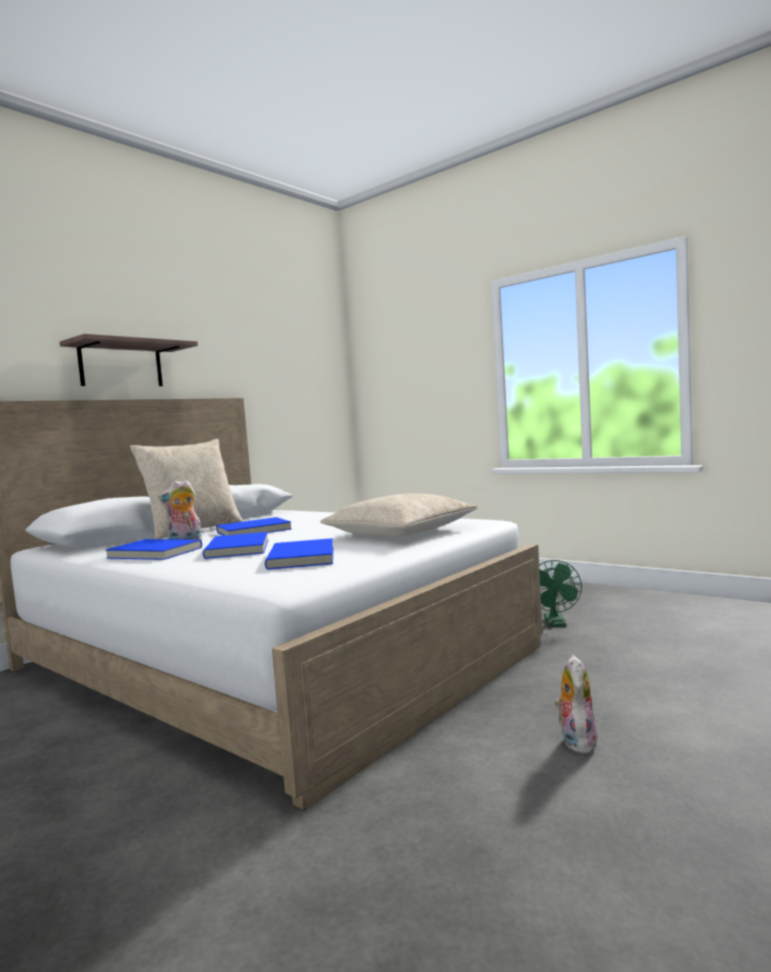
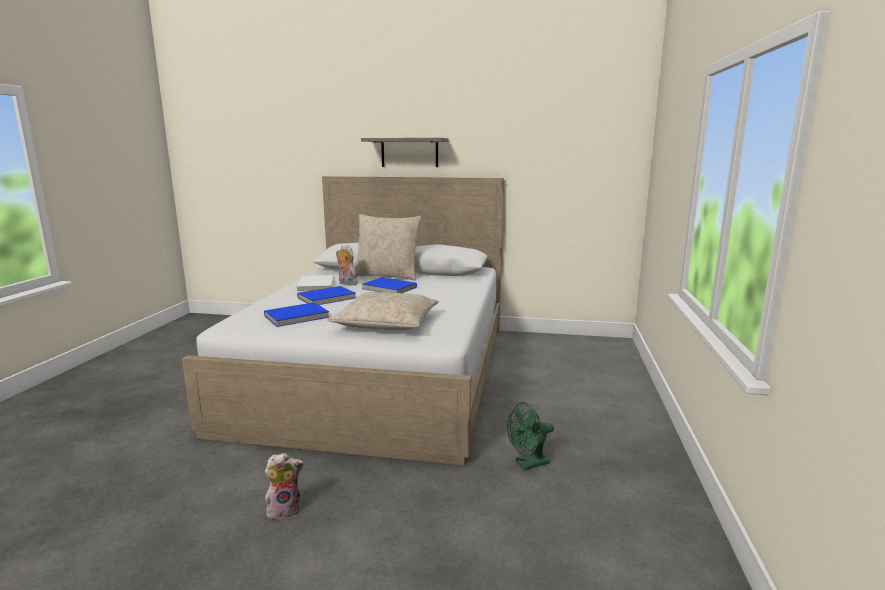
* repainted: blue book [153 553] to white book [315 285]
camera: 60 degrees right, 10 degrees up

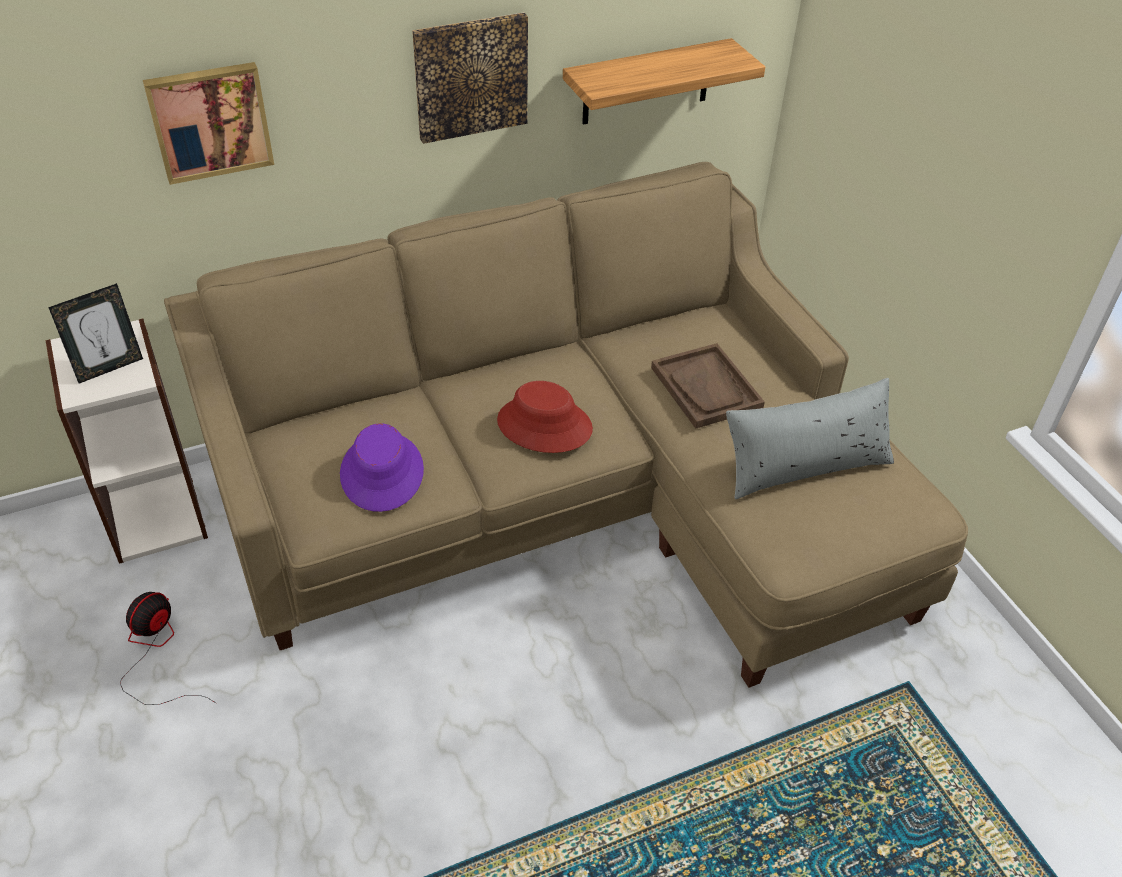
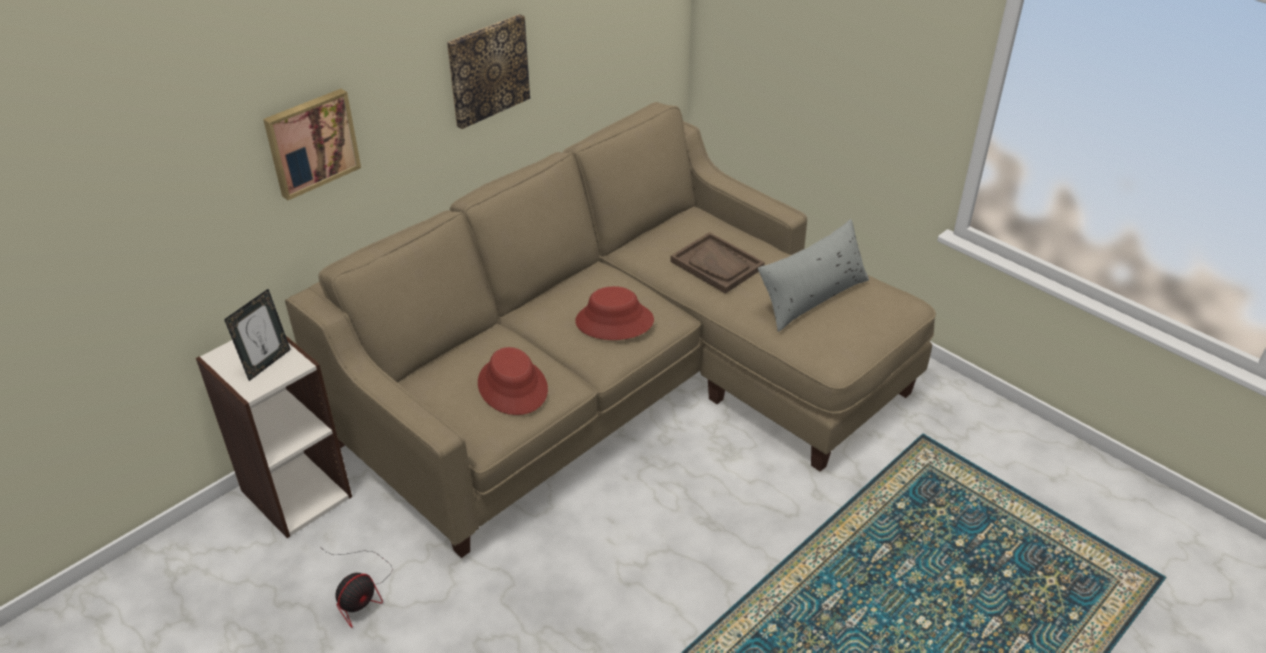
* gone: shelf [646 82]
* repainted: purple hat [382 472] to red hat [513 386]
* rotated: fan [156 653] = [361 592] 150 degrees counterclockwise
camera: 20 degrees left, 5 degrees down

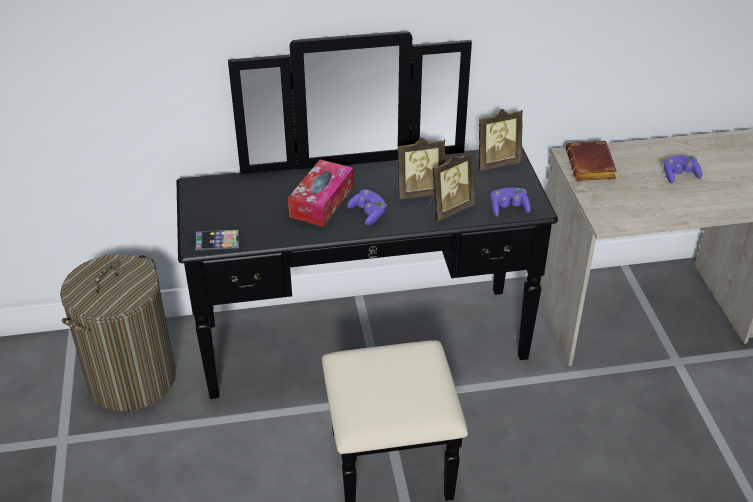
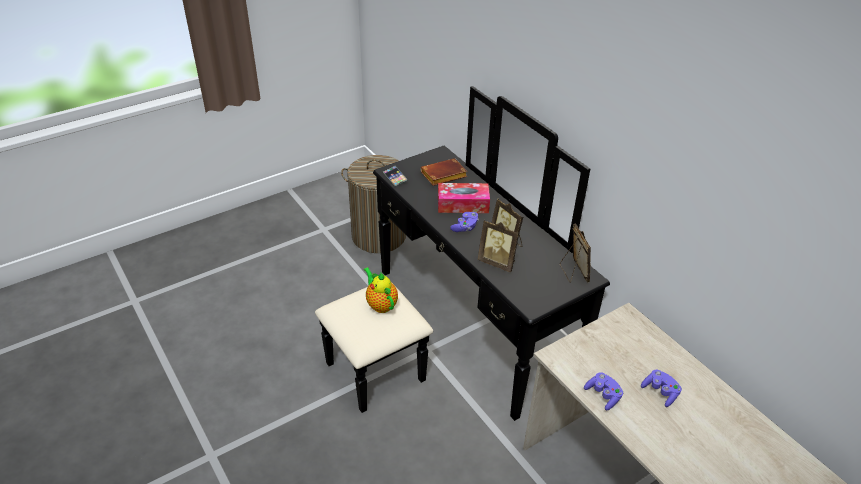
* new: teapot [381 304]
* shifted: purple game controller [508 208] to [603 395]
* shifted: brown book [592 167] to [443 176]
* rotated: picture frame [495 162] = [573 272] 150 degrees counterclockwise
camera: 65 degrees right, 0 degrees up

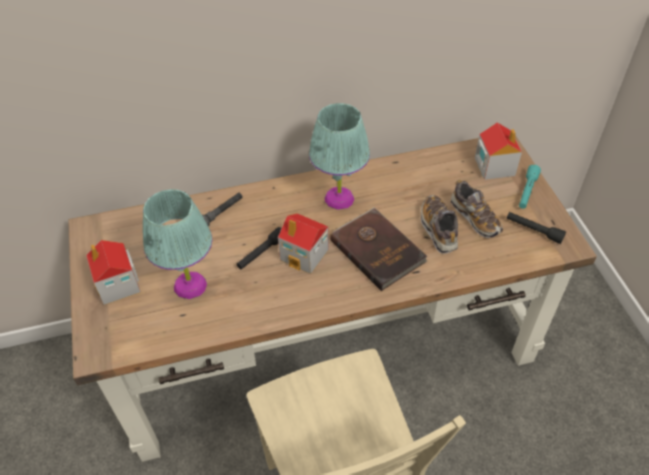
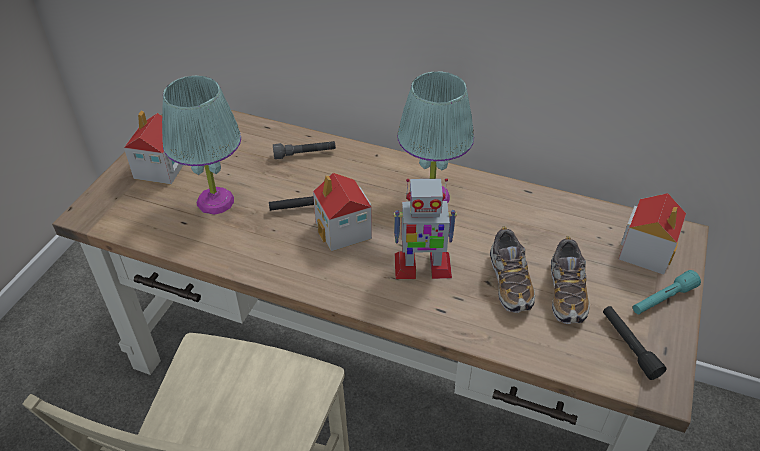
* swapped: brown book [378 250] to toy robot [422 266]
* rotated: shoe [438 229] = [510 282] 150 degrees clockwise
camera: 35 degrees right, 5 degrees down

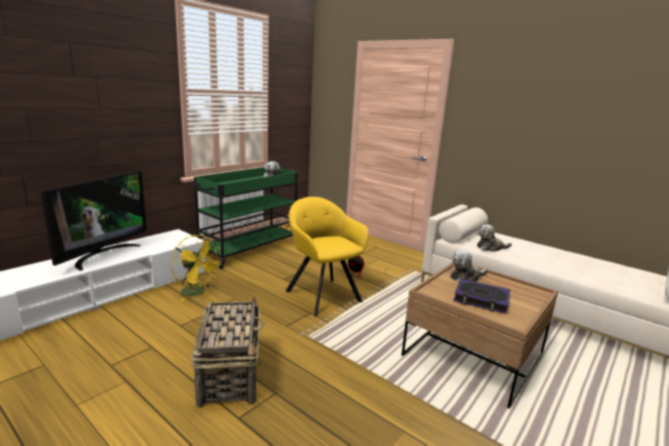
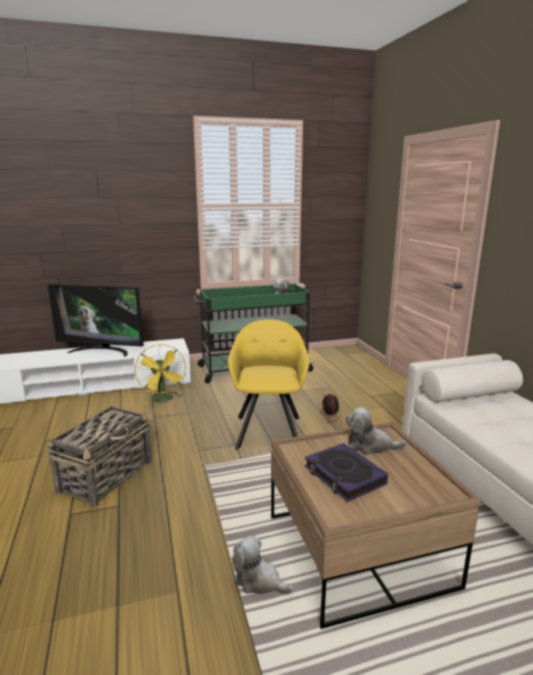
* shifted: plush toy [490 248] to [259 581]
* rotated: television [102 255] = [102 351] 45 degrees clockwise
camera: 35 degrees right, 0 degrees up

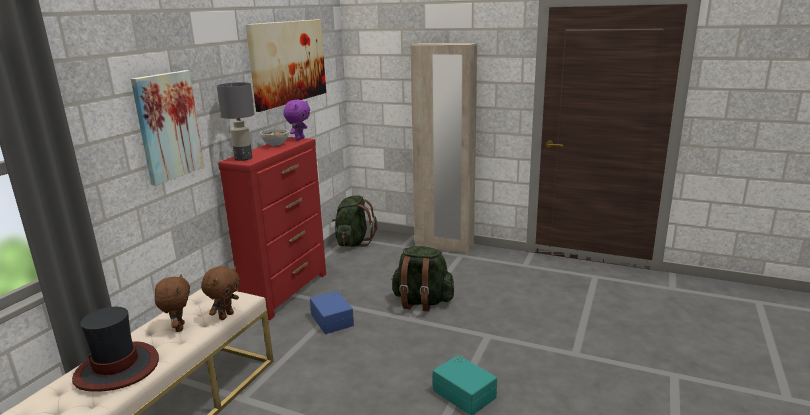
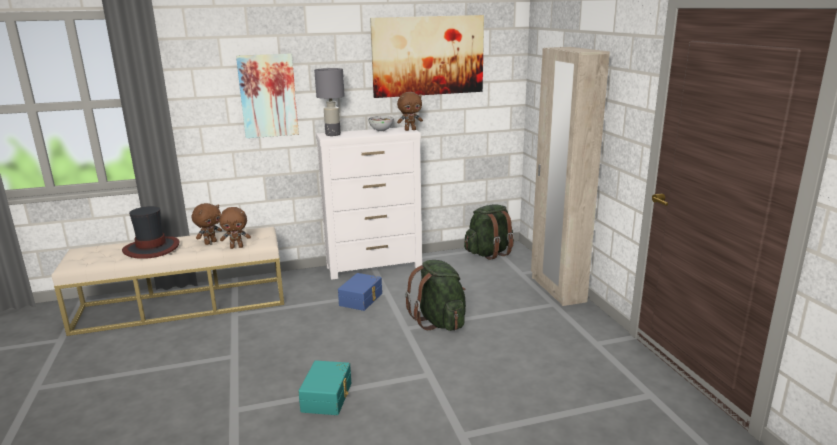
* repainted: red dresser [287 292] to white dresser [375 267]
* repainted: purple plush toy [299 139] to brown plush toy [410 130]
camera: 50 degrees right, 0 degrees up

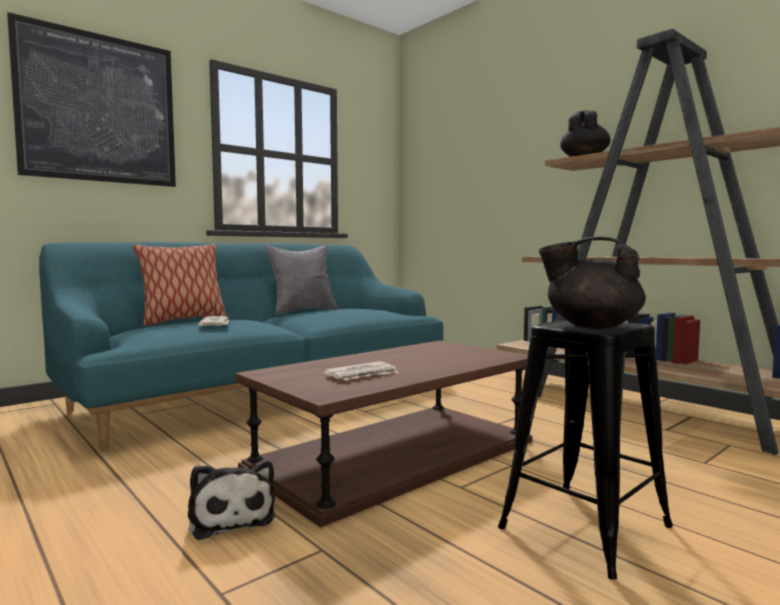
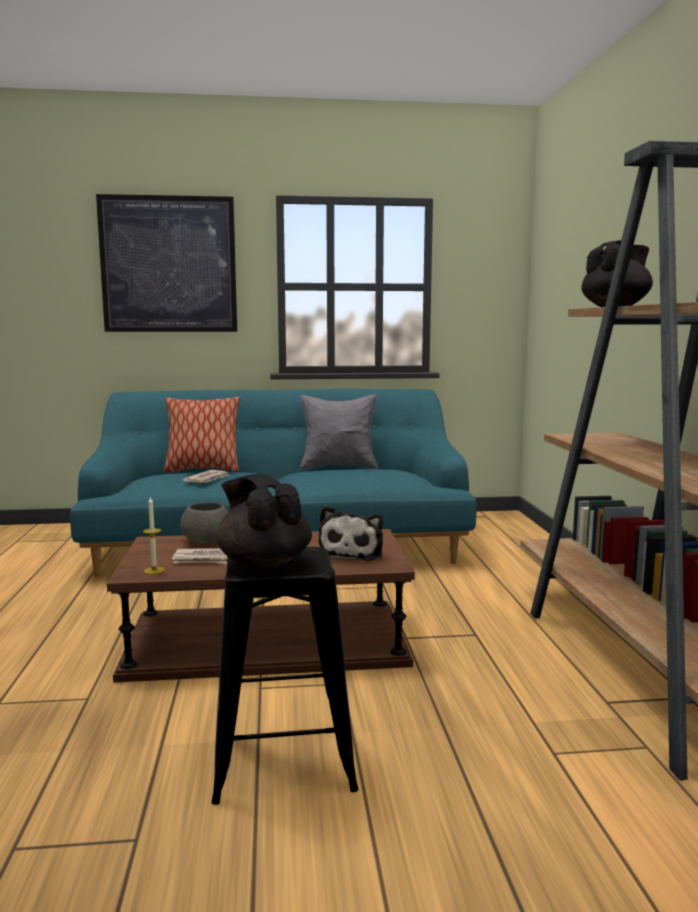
* new: candle [154 570]
* new: grey bowl [207 541]
* shifted: plush toy [231 517] to [352 552]
camera: 35 degrees right, 5 degrees up

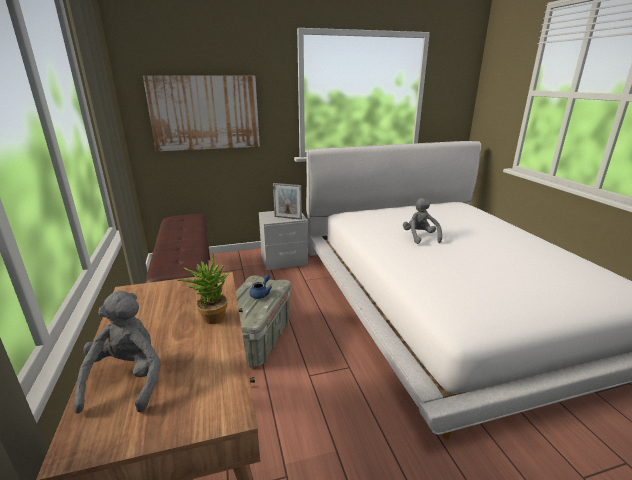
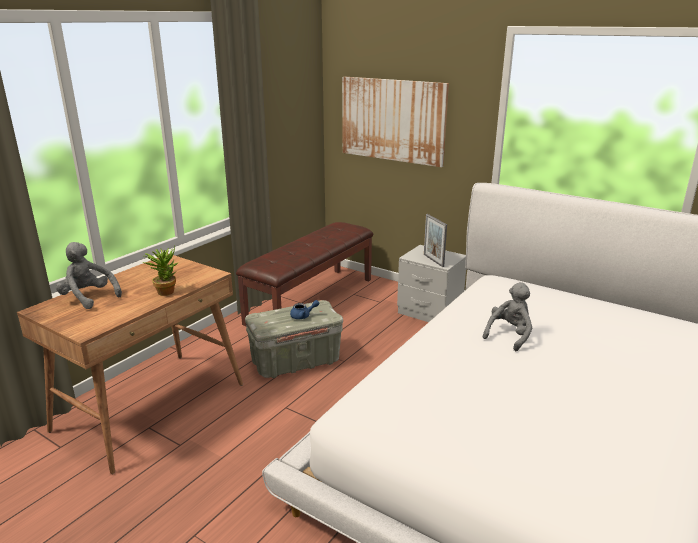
* rotated: grey plush toy [127 380] = [88 298] 105 degrees counterclockwise
camera: 50 degrees right, 0 degrees up

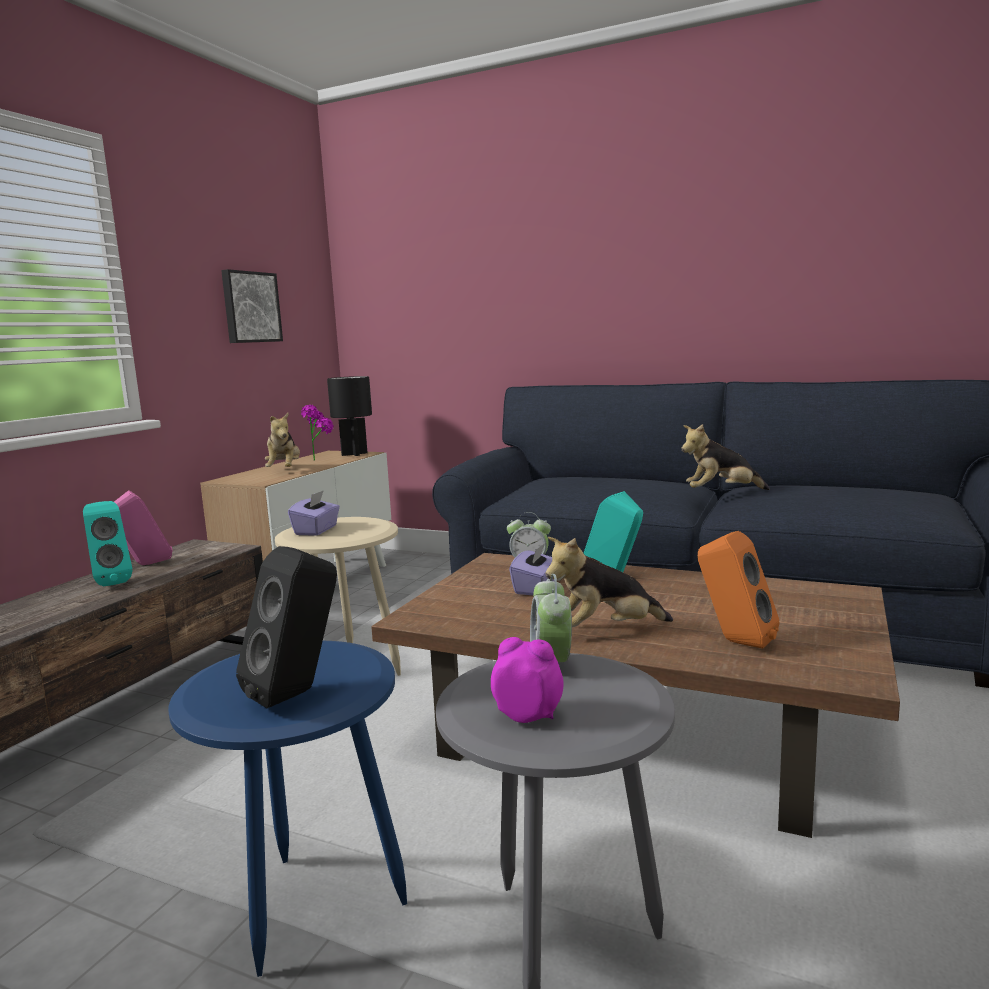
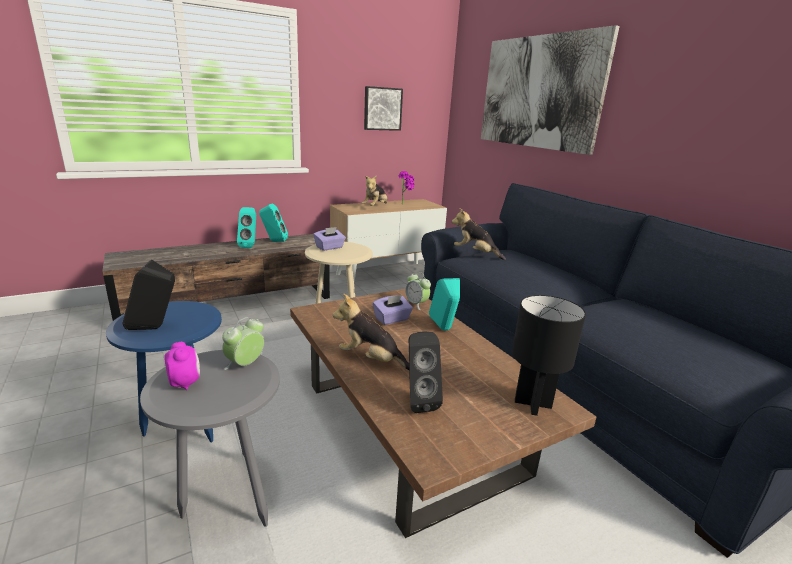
* new: picture [539 92]
* shifted: black table lamp [354 454] to [533 403]
* shifted: plush toy [721 493] to [475 253]
* repainted: pink speaker [145 565] to turquoise speaker [274 241]
* repainted: orange speaker [734 641] to black speaker [418 401]
camera: 35 degrees right, 10 degrees up

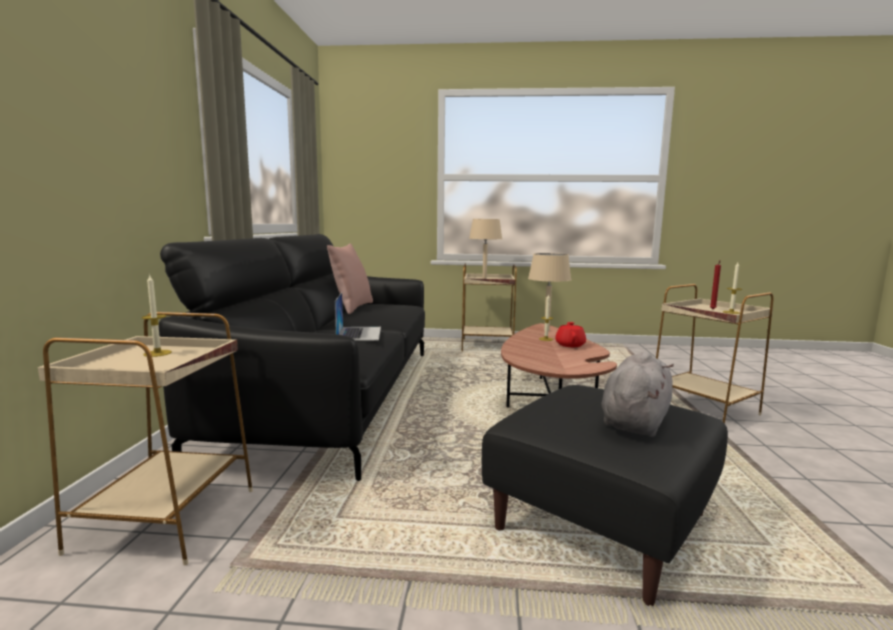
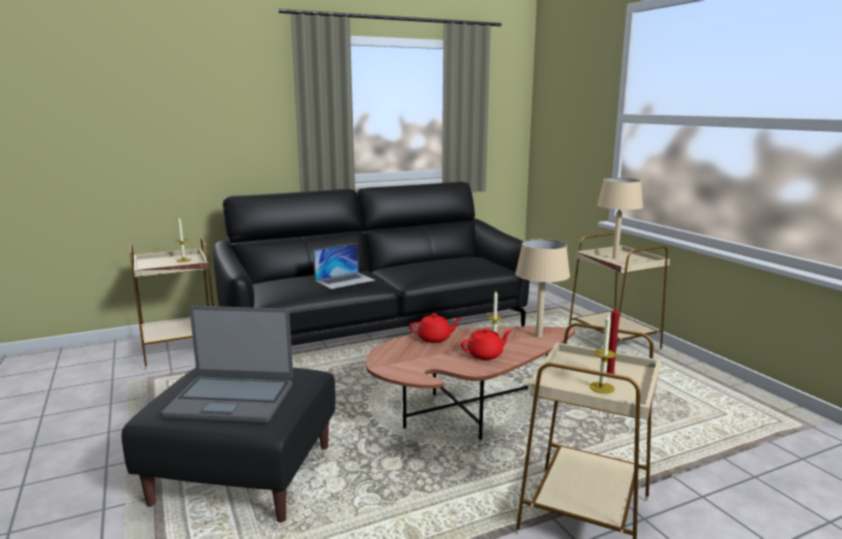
* gone: pink pillow [352 308]
* new: red teapot [435 338]
* swapped: grey plush toy [635 421] to laptop [232 400]
camera: 60 degrees right, 5 degrees up

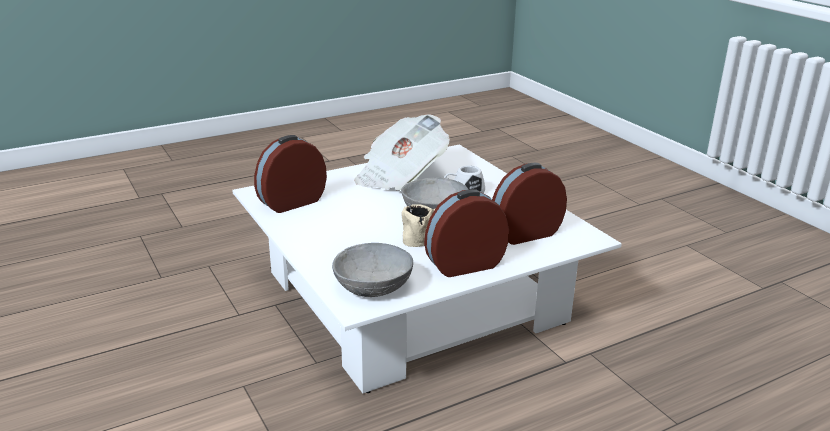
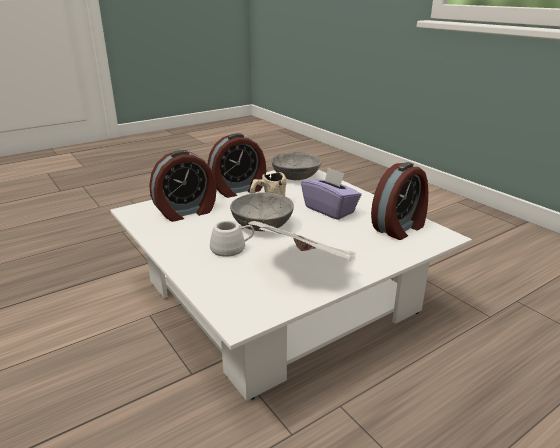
* new: purple tissue box [330 210]
camera: 175 degrees right, 0 degrees up

